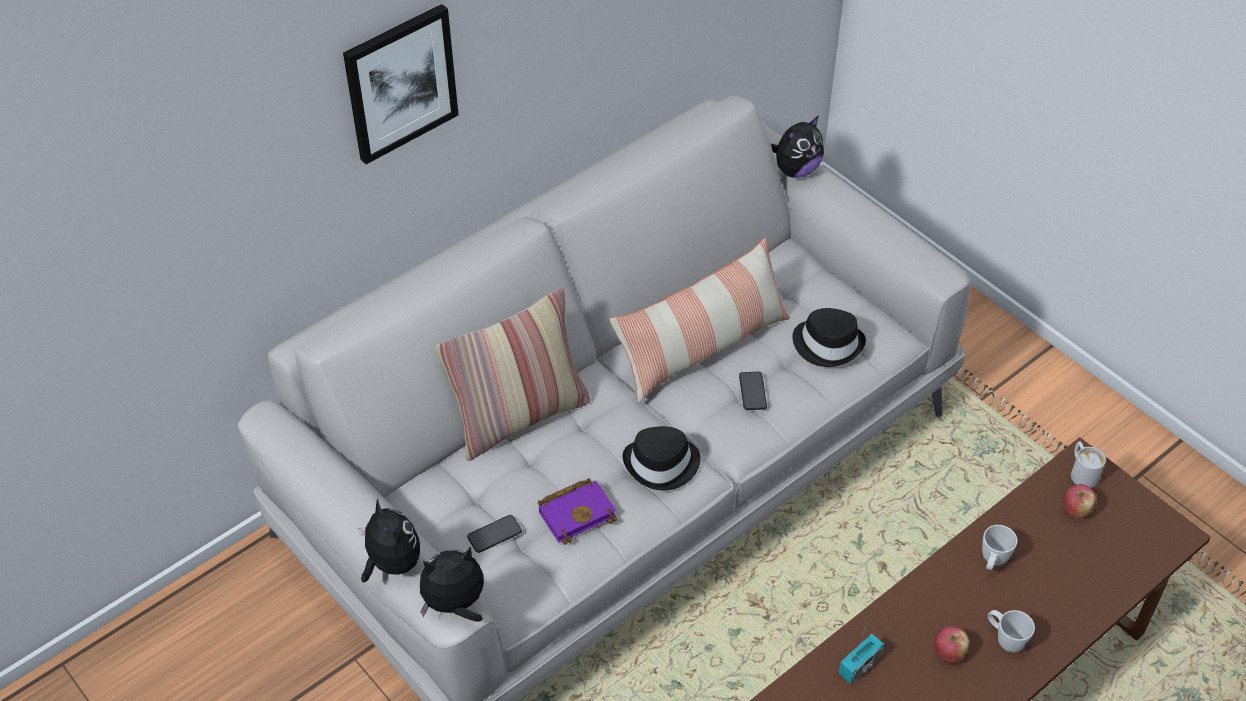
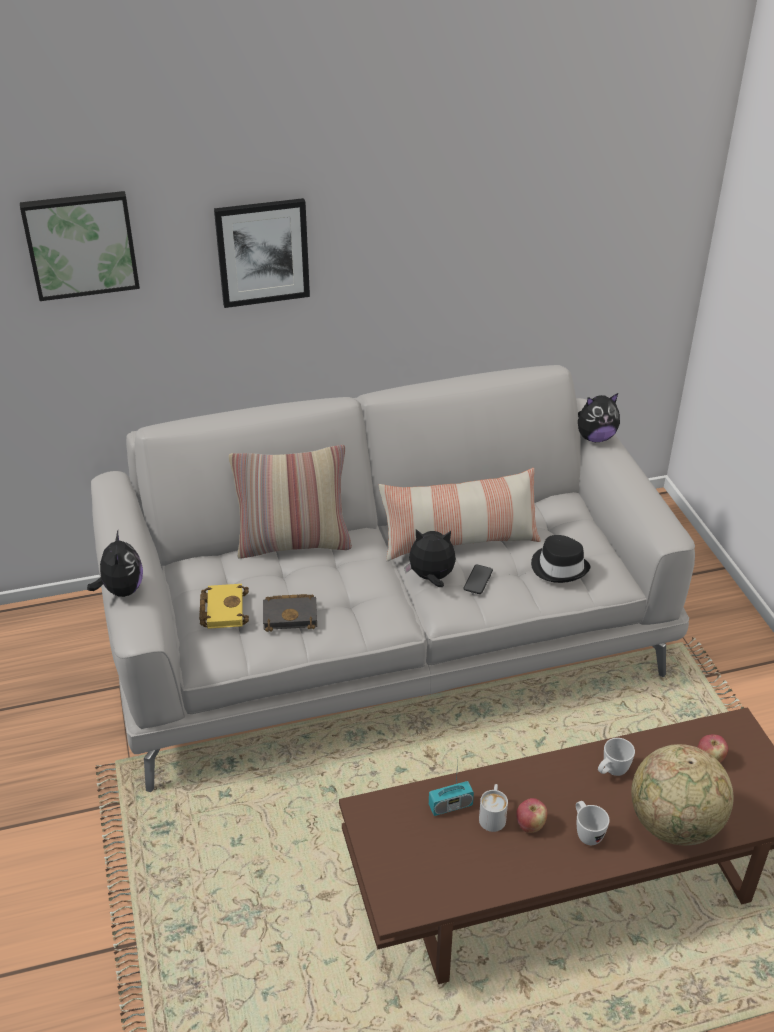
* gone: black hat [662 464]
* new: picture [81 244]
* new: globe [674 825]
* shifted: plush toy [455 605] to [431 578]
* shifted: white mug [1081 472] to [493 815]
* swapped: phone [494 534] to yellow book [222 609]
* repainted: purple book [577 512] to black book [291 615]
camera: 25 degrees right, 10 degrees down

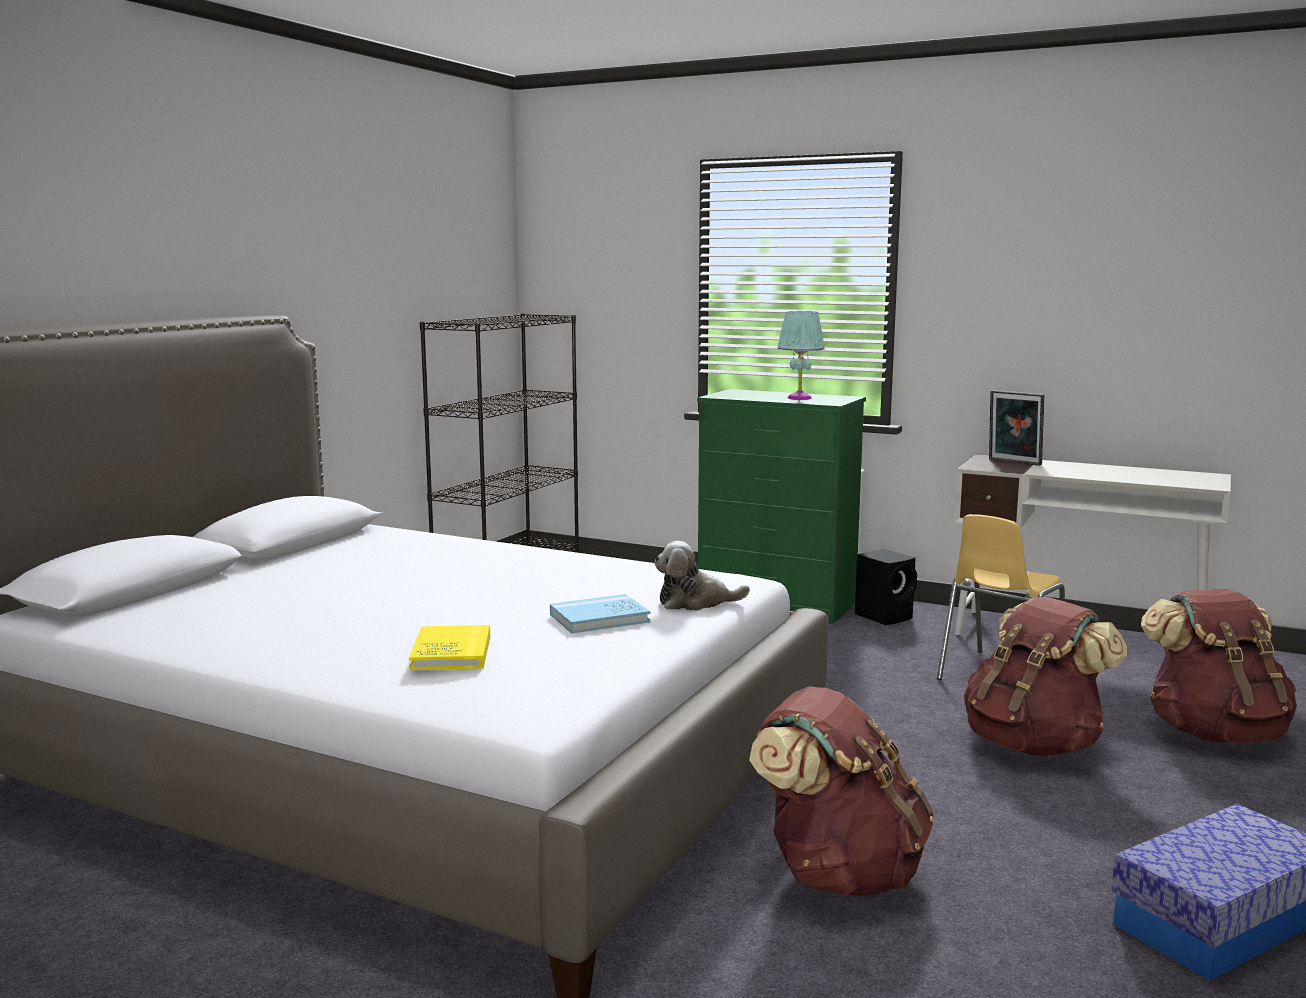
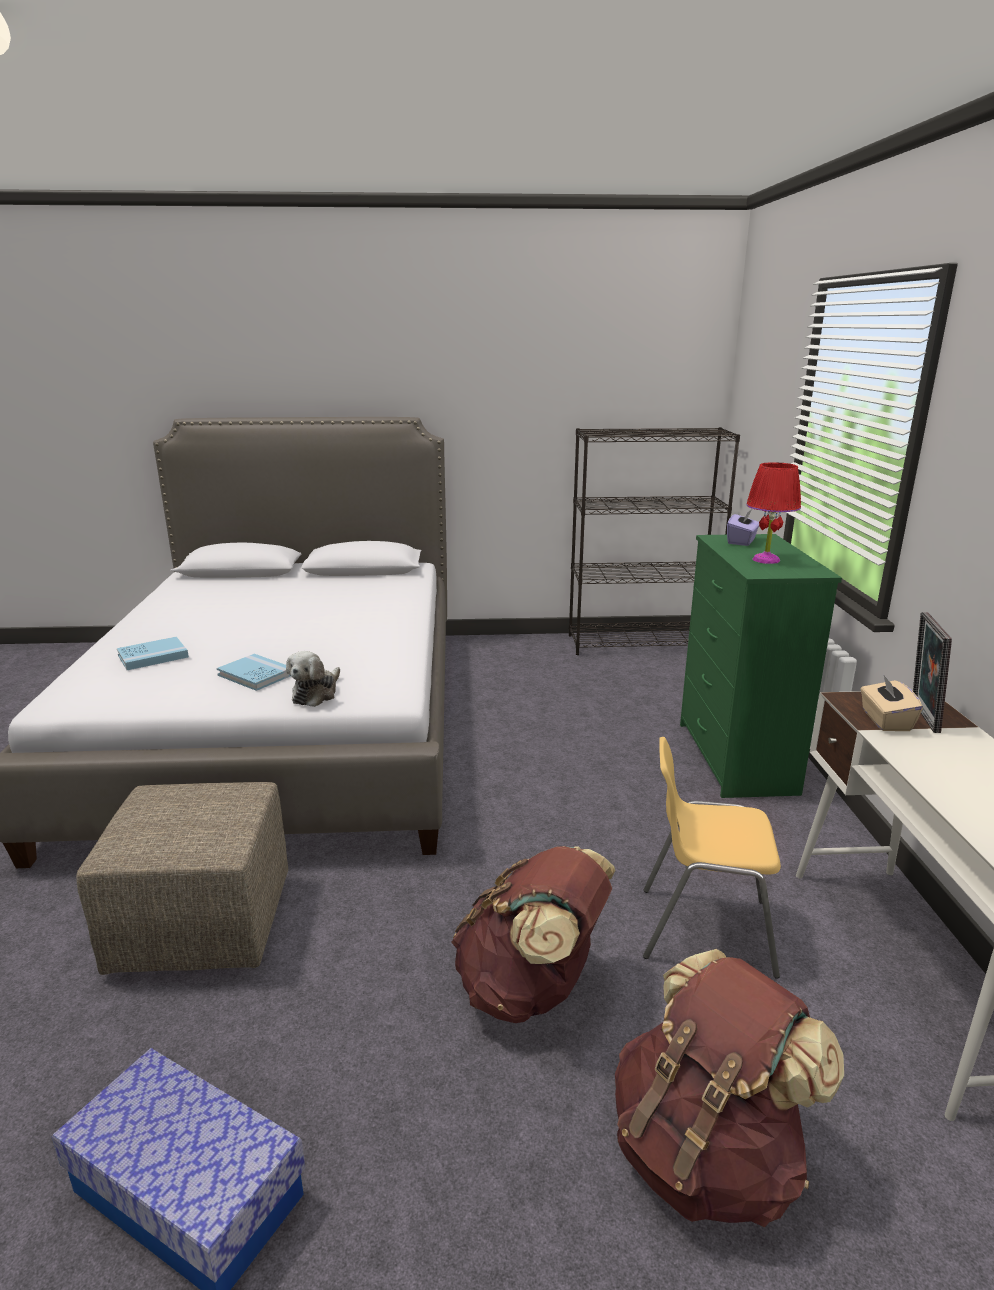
* gone: black speaker [885 616]
* new: purple tissue box [742 541]
* new: beige tissue box [885 720]
* swapped: brown backpack [838 874] to beige ottoman [205 924]
* repainted: yellow book [451 652] to blue book [153 656]
* repainted: turquoise table lamp [799 398] to red table lamp [766 560]
* rotated: plush toy [695 602] = [316 693] 120 degrees counterclockwise
camera: 60 degrees right, 10 degrees up

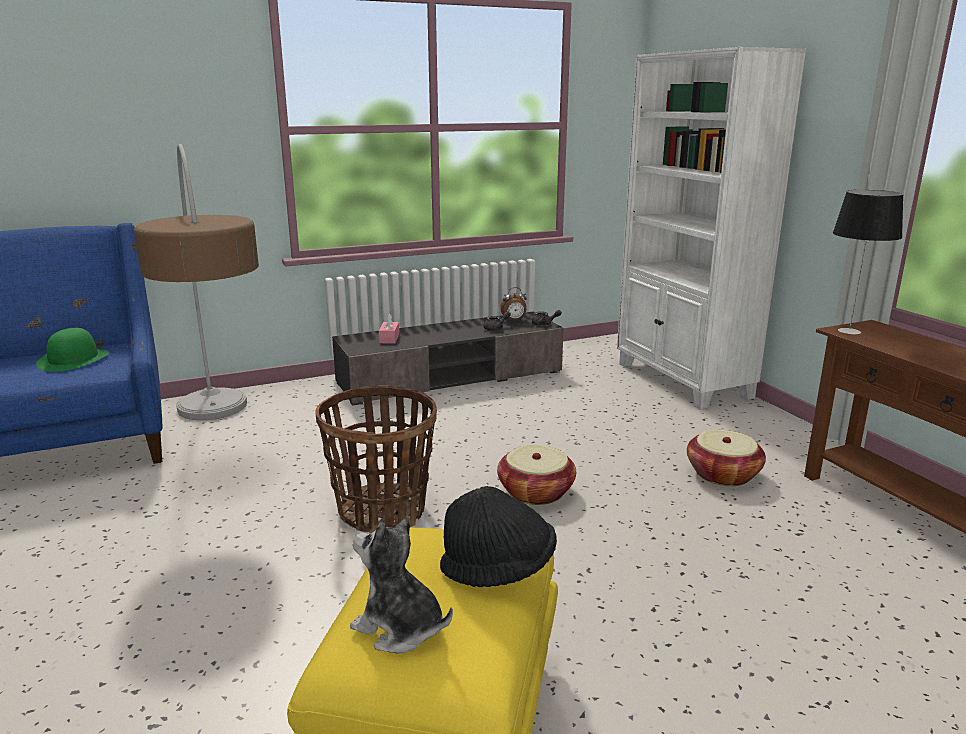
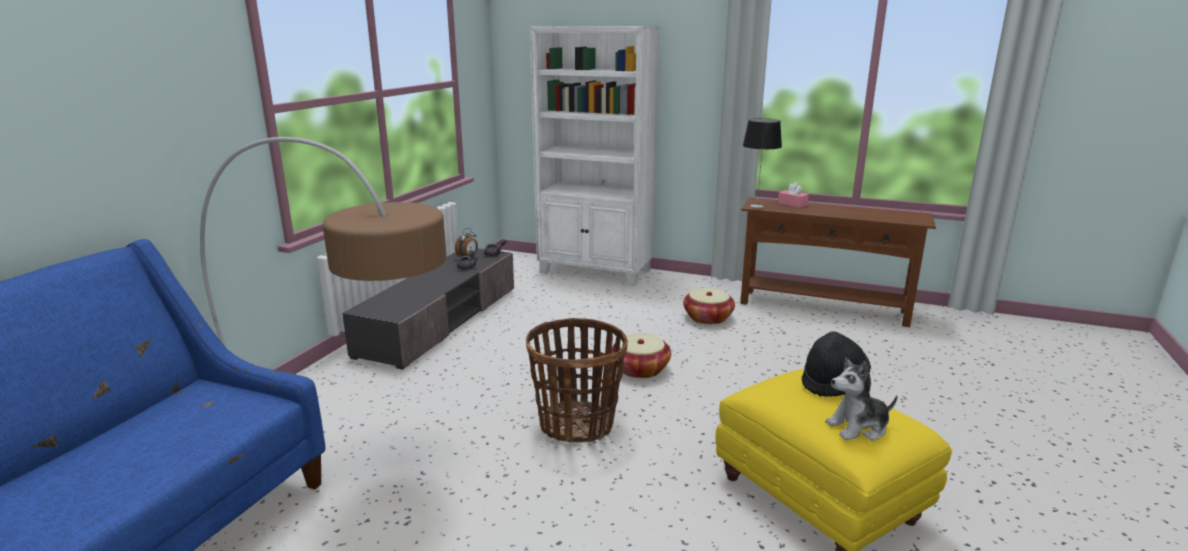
* gone: green hat [73 359]
* shifted: pink tissue box [389 338] to [792 204]
camera: 45 degrees left, 0 degrees up

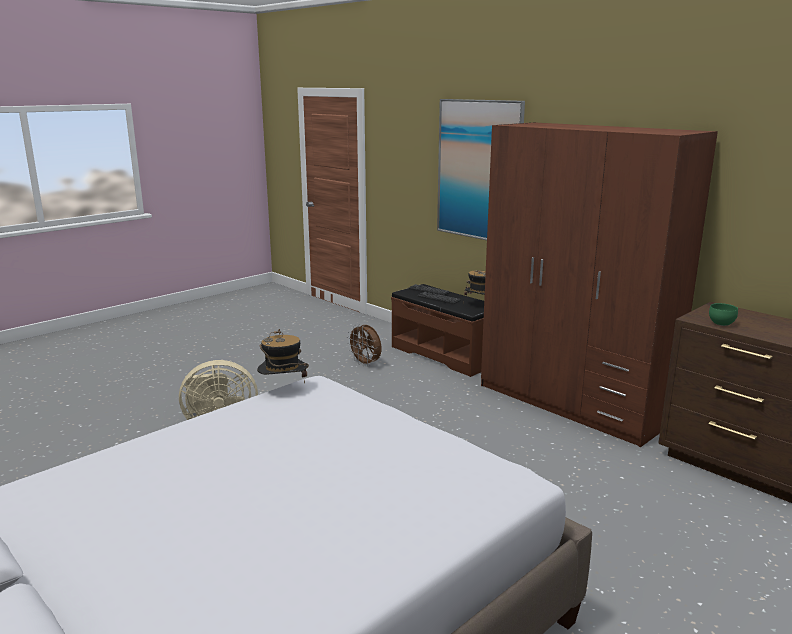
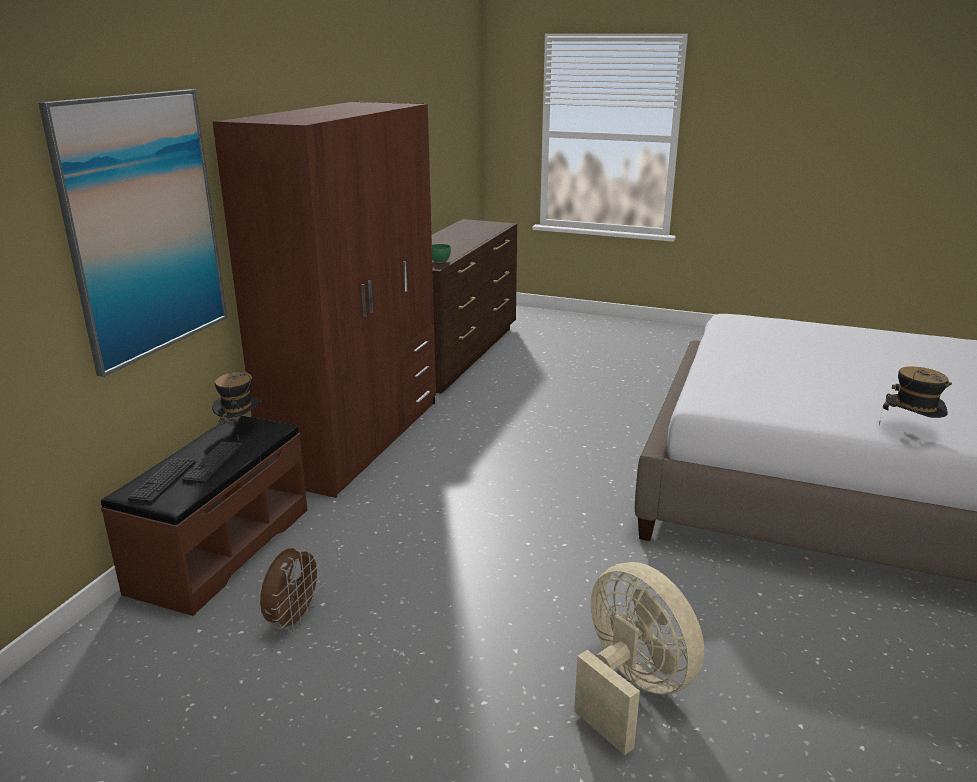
* shifted: hat [283 389] to [909 431]
camera: 115 degrees left, 5 degrees up

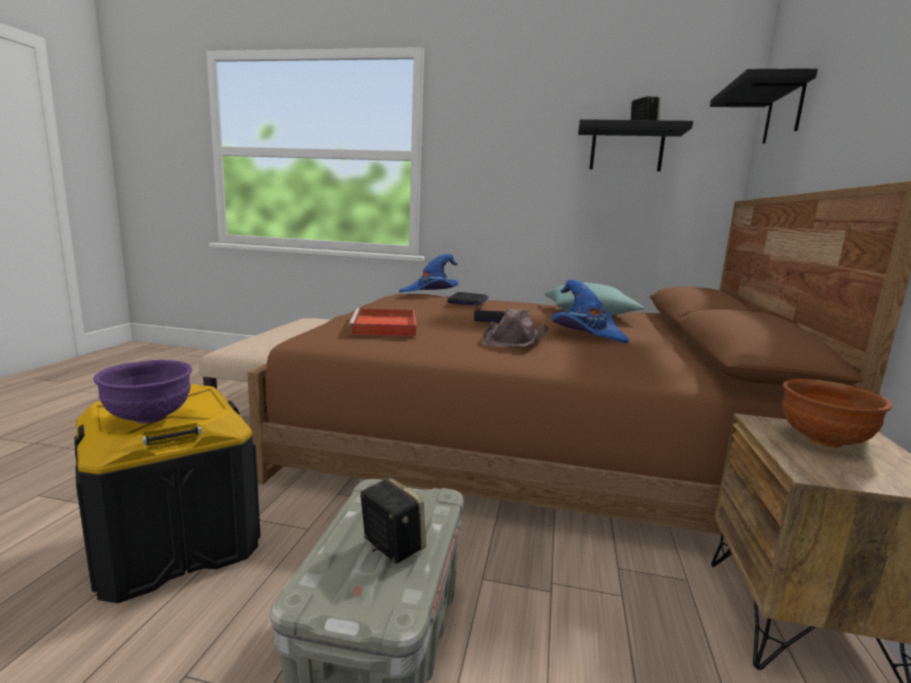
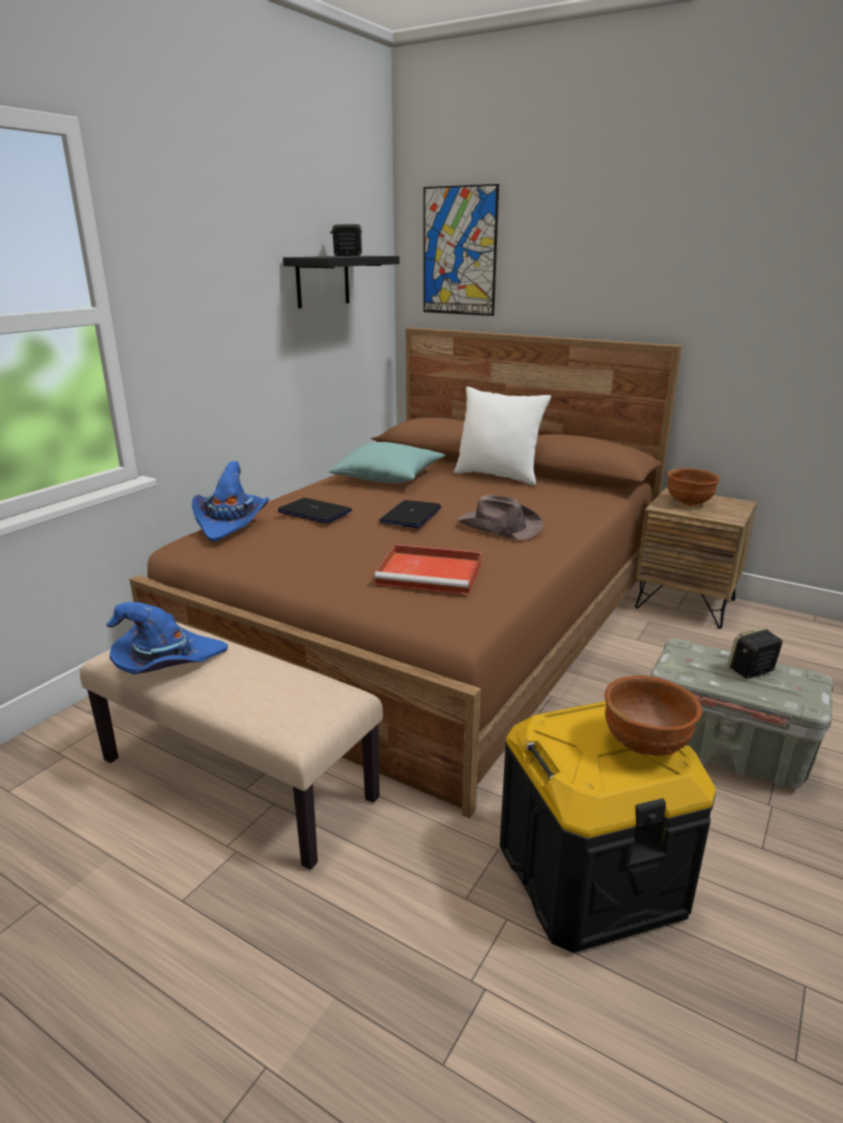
* new: white pillow [498 476]
* shifted: blue hat [586 334] to [166 662]
* swapped: black shelf [784 111] to picture [459 251]
* repainted: purple bowl [149 419] to brown bowl [646 745]
camera: 70 degrees left, 10 degrees up

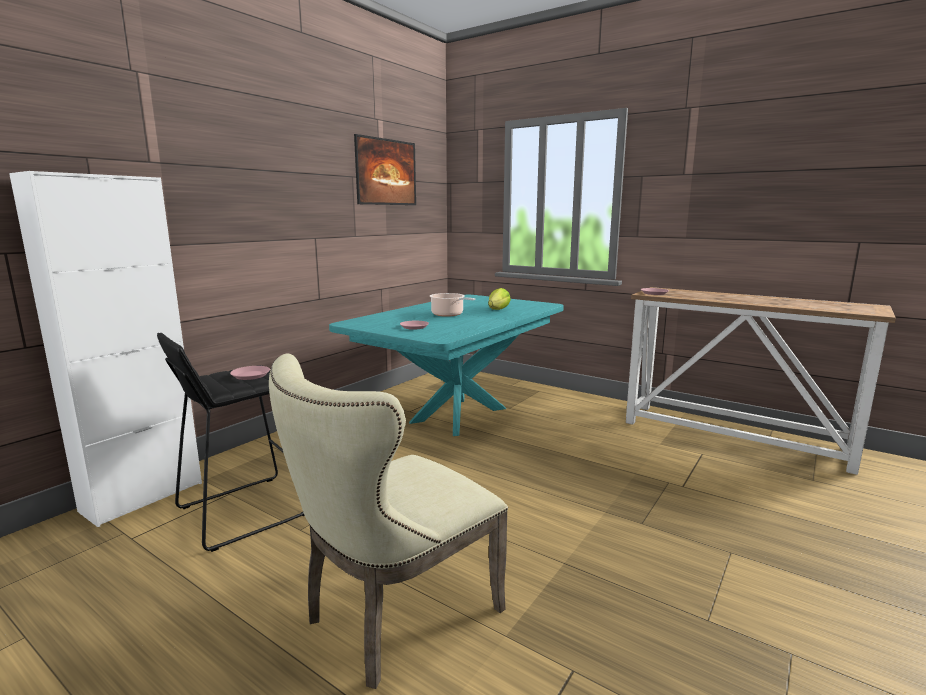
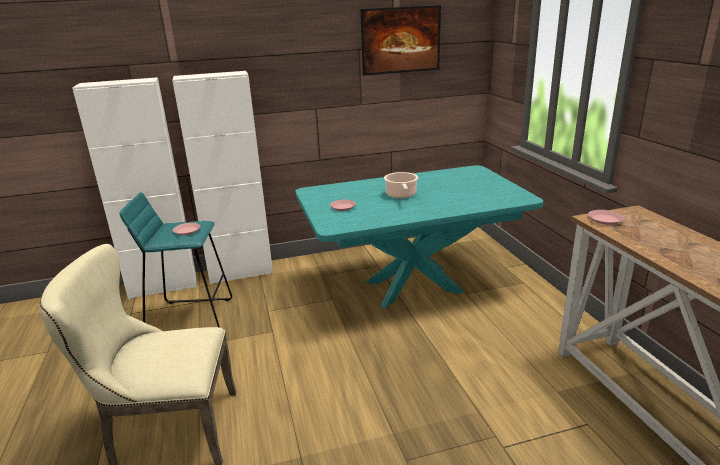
* gone: lettuce [498 310]
* new: white cabinet [241 272]
* repainted: black stool [243 511] to turquoise stool [190 317]
camera: 40 degrees right, 10 degrees up

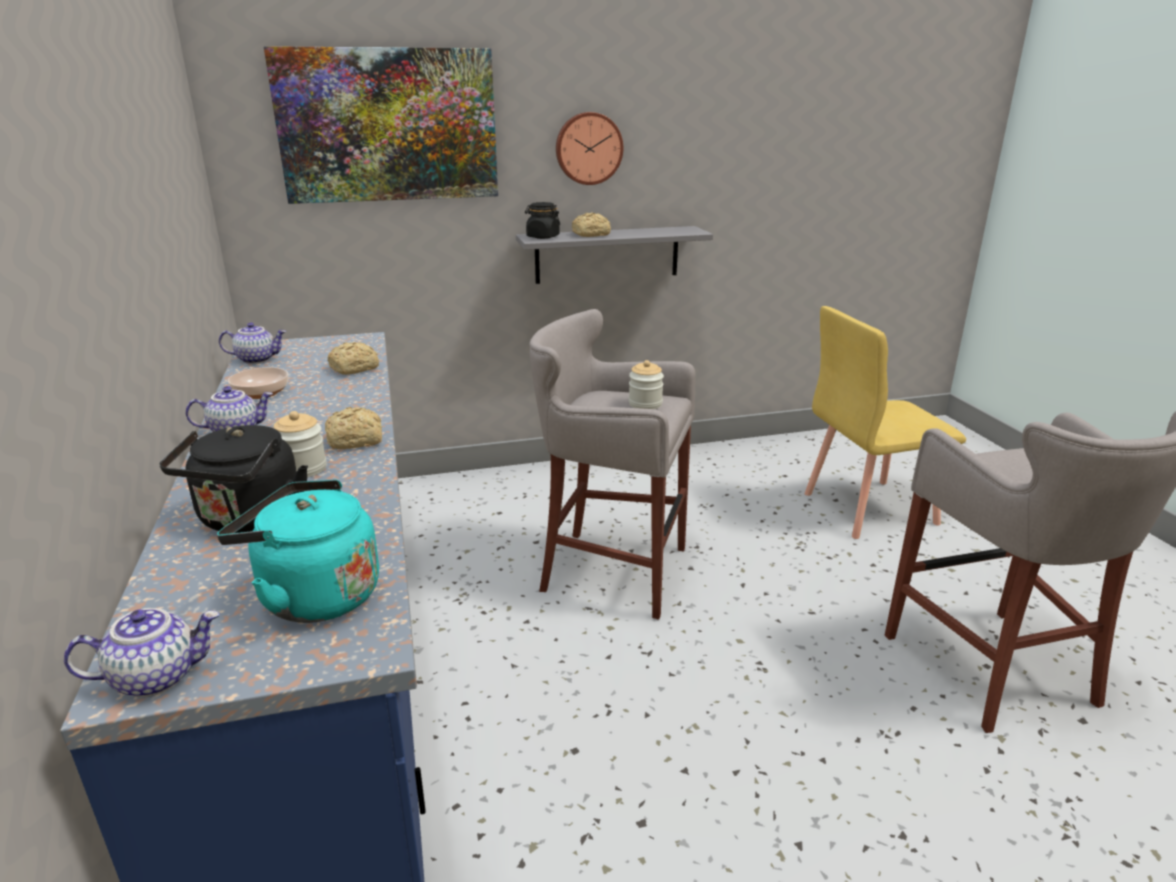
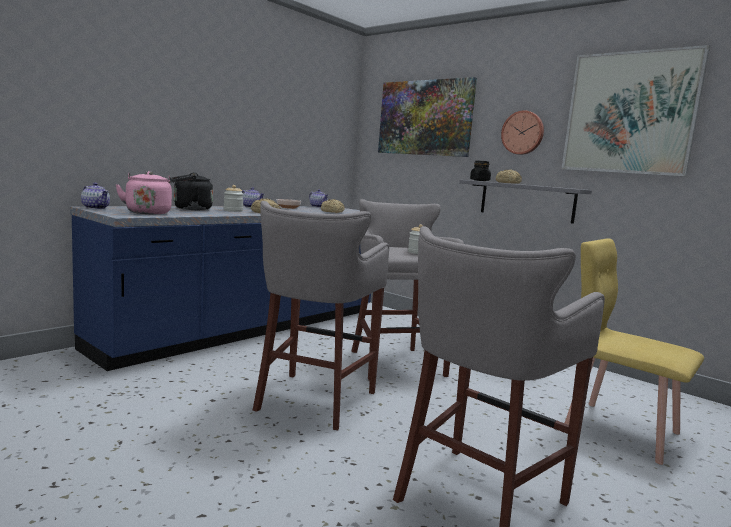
* new: grey stool [313 401]
* new: picture [630 113]
* repainted: turquoise kettle [313 596] to pink kettle [148 212]
camera: 55 degrees right, 15 degrees down

